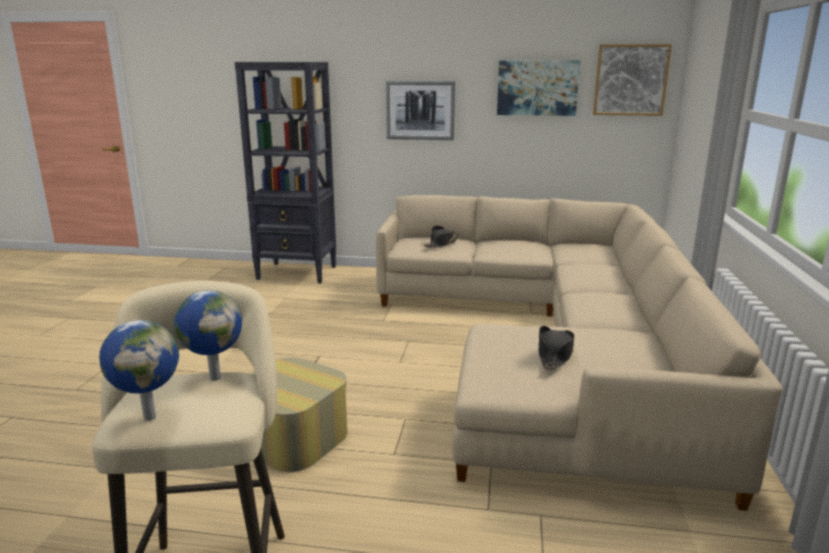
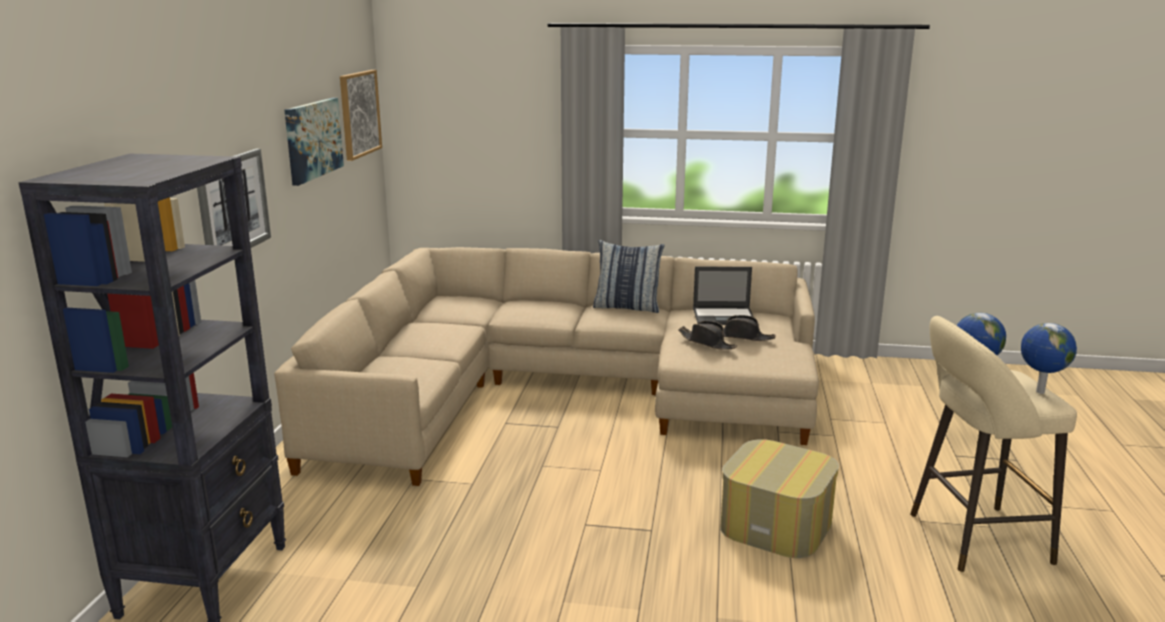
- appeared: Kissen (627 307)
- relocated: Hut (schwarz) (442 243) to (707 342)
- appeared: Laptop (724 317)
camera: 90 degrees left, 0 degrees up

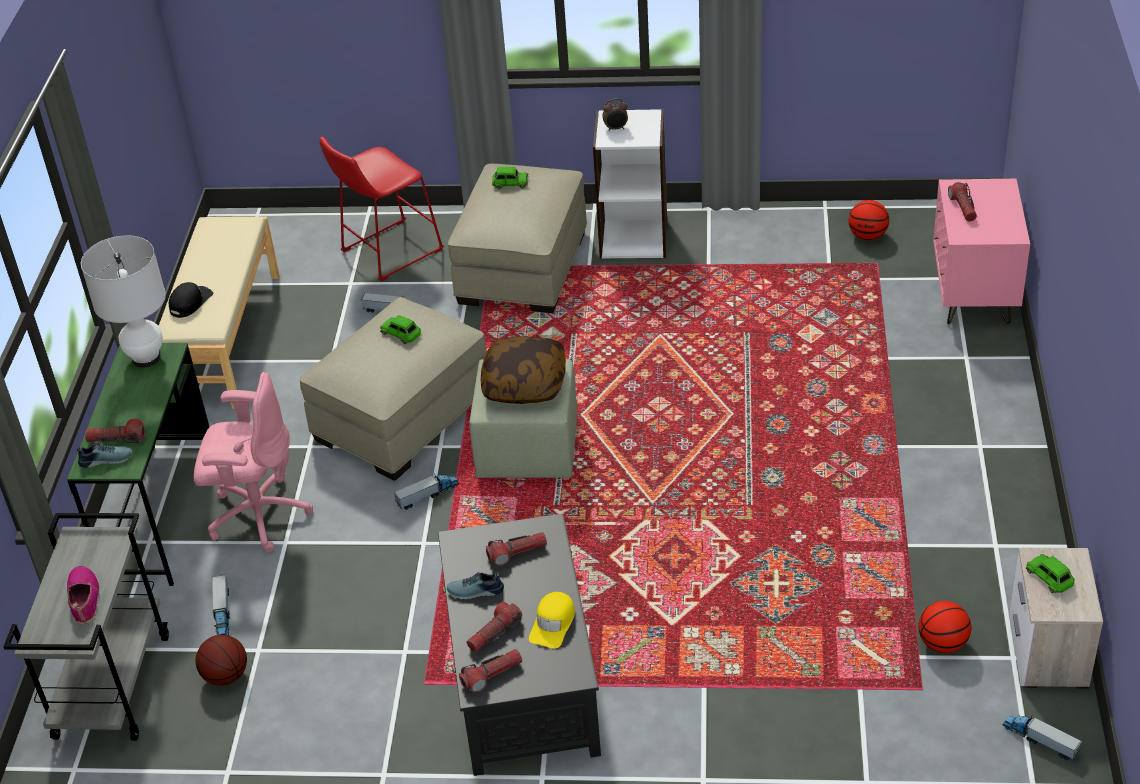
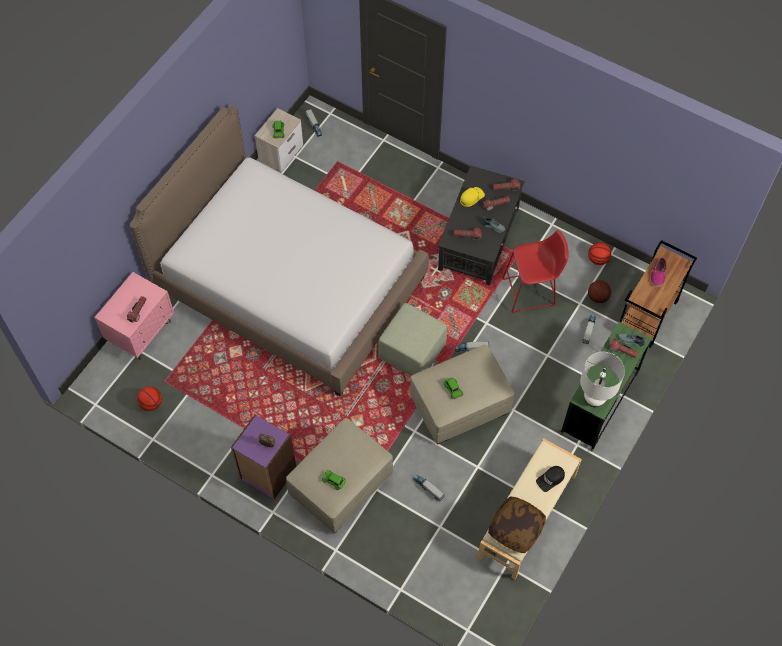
- appeared: Bett (289 284)
- colour: Bücherregal (weiß) (634 238) to Bücherregal (lila) (268 474)
- relocated: Kissen (524 383) to (516 527)
- relocated: Hocker (rot) (387 252) to (531 291)
- relocated: Basketball (942 644) to (598 259)
- colour: Rollwagen (grau) (112 685) to Rollwagen (braun) (647 316)
- missing: Bürostuhl (rosa) (258 515)
camera: 155 degrees left, 20 degrees up

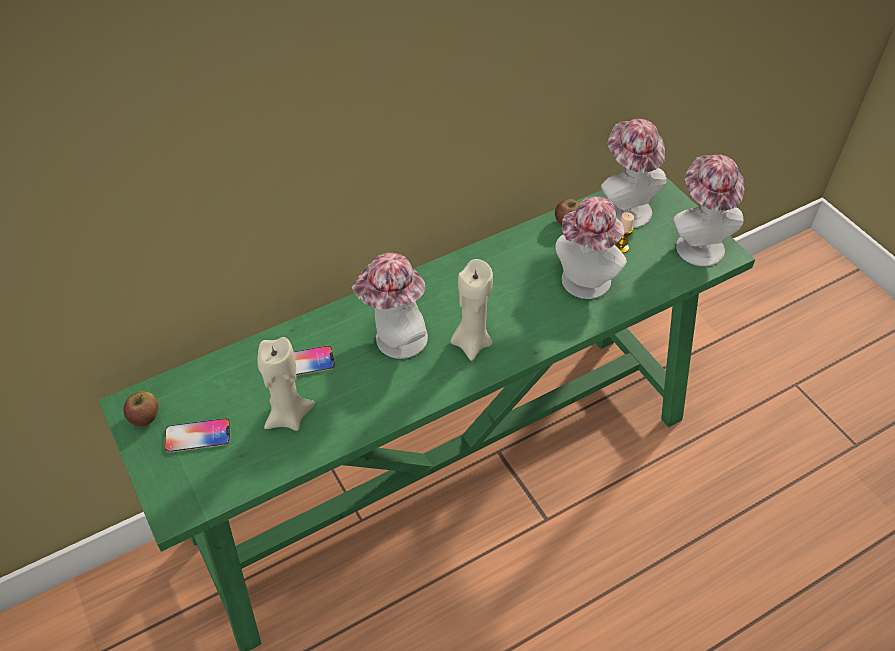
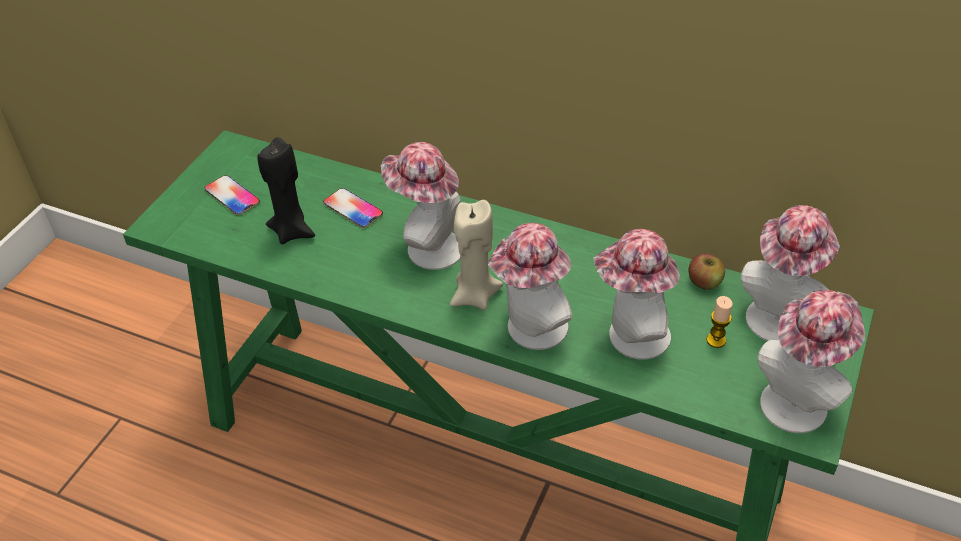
- colour: Kerze (beige) (288 416) to Kerze (schwarz) (292 231)
- appeared: Hut (530 330)
- missing: Apfel (145 417)
camera: 55 degrees right, 5 degrees down

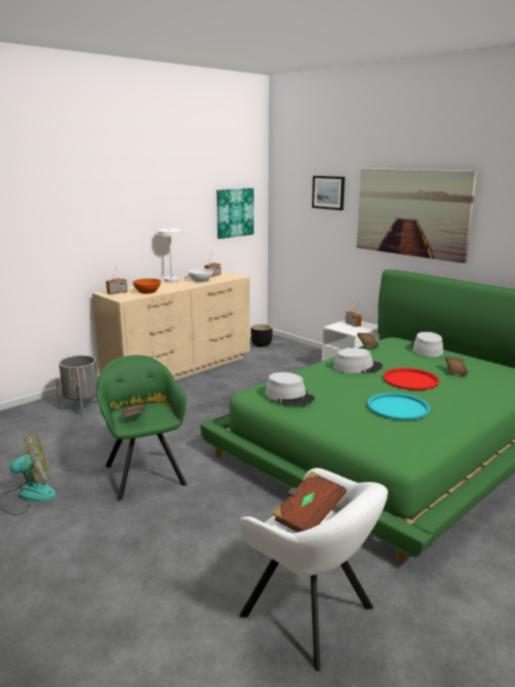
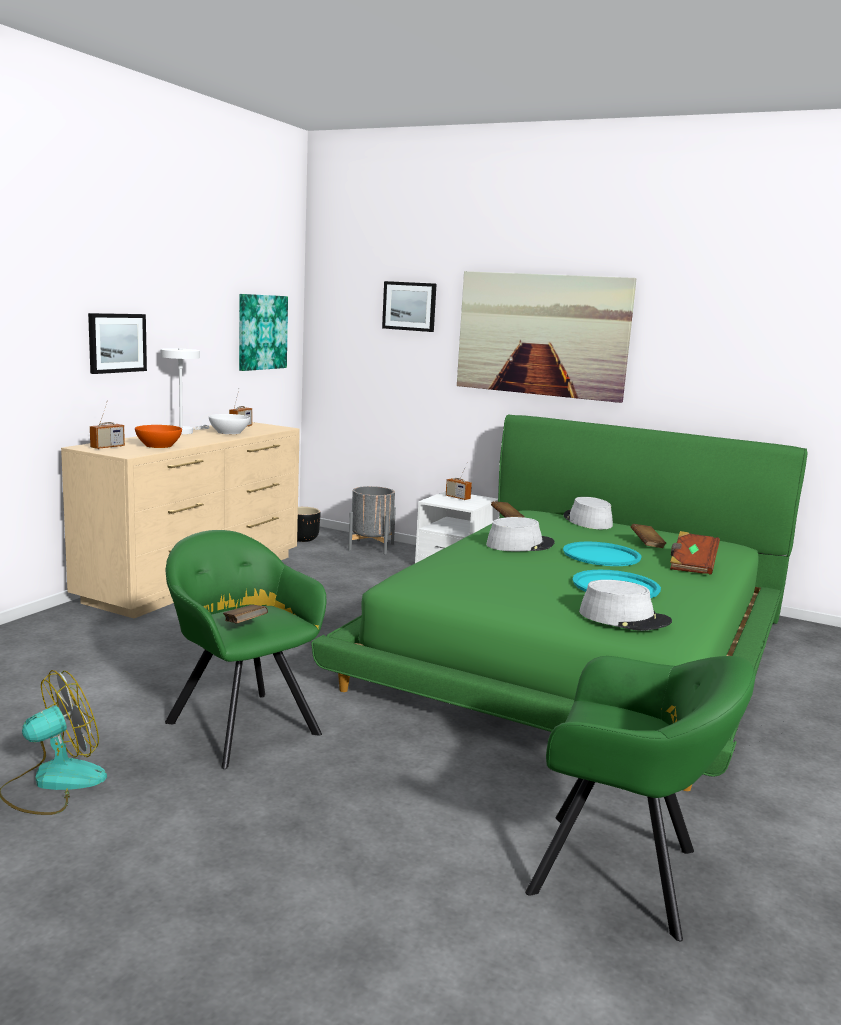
- appeared: Bild (117 343)
- relocated: Pflanzkübel (grau) (82 406) to (371 547)
- colour: Sessel (weiß) (311 616) to Sessel (grün) (624 875)
- colour: Tablett (rot) (410 380) to Tablett (türkis) (601 555)
- relocated: Hut (grau) (289 396) to (624 618)
- relocated: Buch (braun) (308 515) to (691 565)
camera: 20 degrees left, 5 degrees down

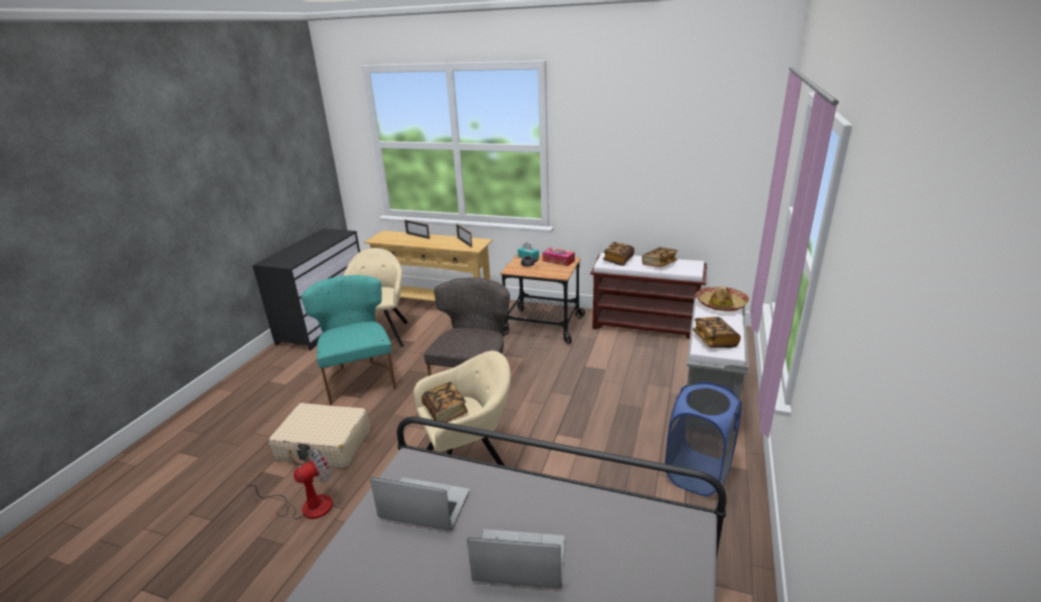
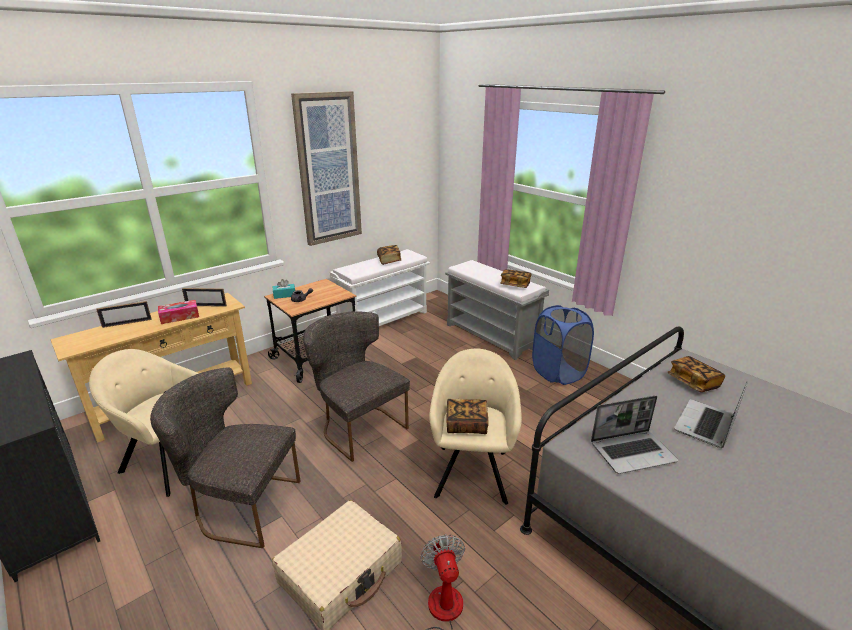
- colour: Stuhl (türkis) (360 378) to Stuhl (grau) (240 506)
- relocated: Taschentuchbox (558 261) to (180 317)
- appeared: Bild (328 170)
- colour: Bank (braun) (645 325) to Bank (weiß) (383 319)
- spun: Laptop (423 506) = (633 452) 150 degrees counterclockwise
- relocated: Buch (618 260) to (693 382)
- missing: Hut (721 304)
camera: 60 degrees left, 0 degrees up

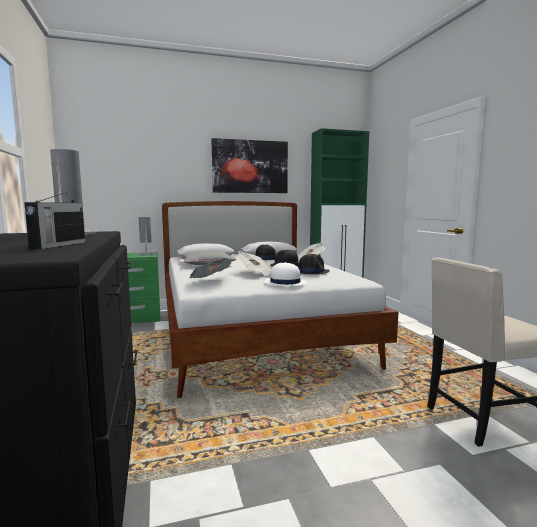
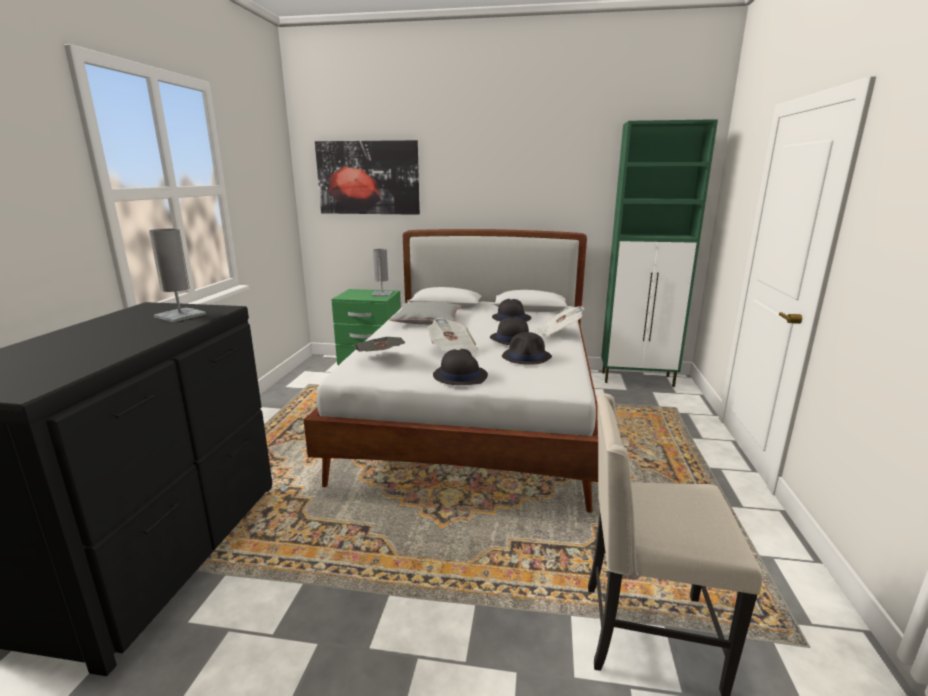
- relocated: Bild (250 166) to (368 178)
- colour: Hut (weiß) (285 283) to Hut (schwarz) (459 376)
- missing: Radio (58 245)
camera: 25 degrees right, 10 degrees up

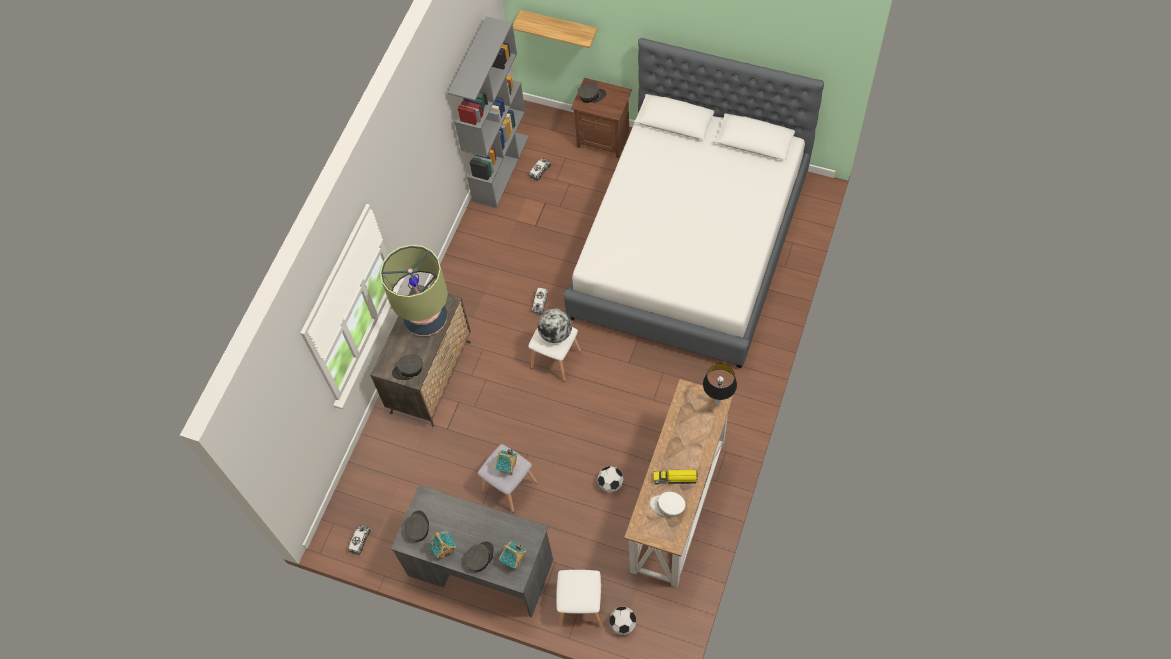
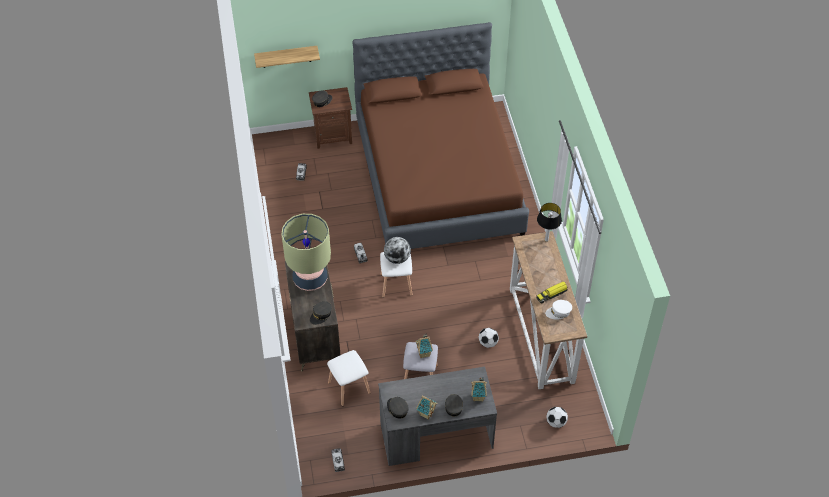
- relocated: Hocker (weiß) (580 604) to (348 387)
- colour: Bett (weiß) (690 245) to Bett (braun) (438 177)
- missing: Bücherregal (grau) (500 168)
camera: 35 degrees left, 10 degrees down

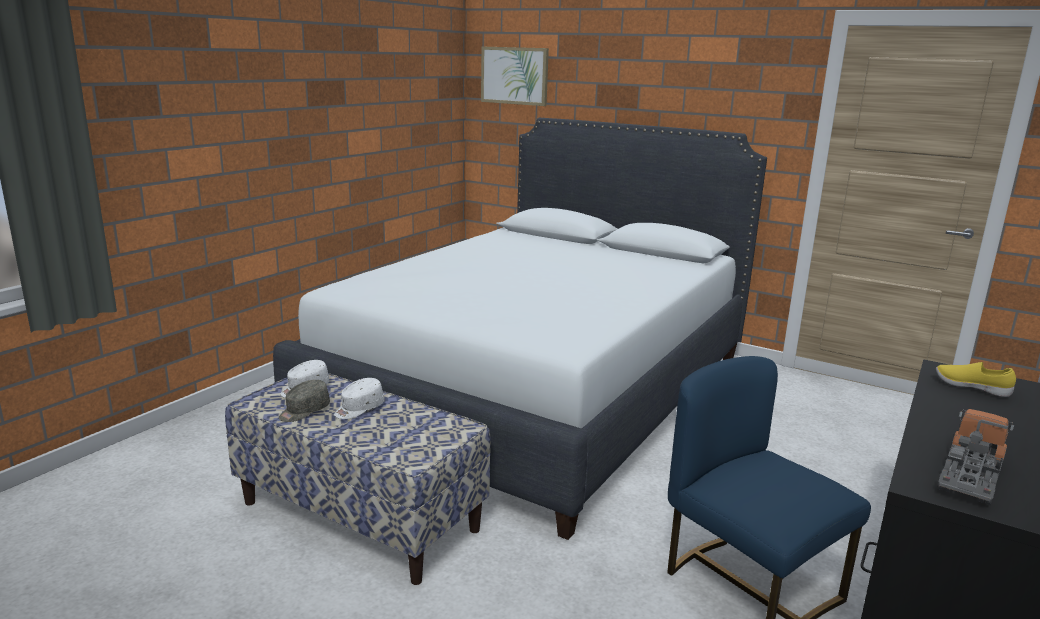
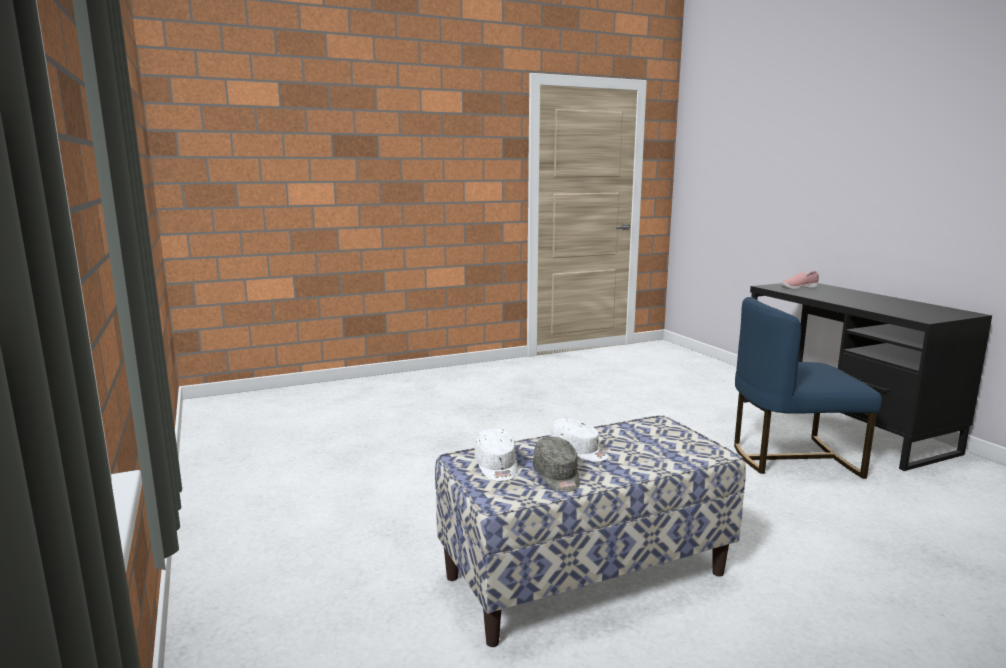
- spun: Kappe (weiß) (358 409) = (579 452) 45 degrees counterclockwise
- colour: Schuh (gelb) (971 388) to Schuh (rosa) (798 289)
- missing: Bett (weiß) (539 390)
- missing: Bild (514 75)
- missing: Spielzeuglaster (970 476)
camera: 55 degrees left, 5 degrees down

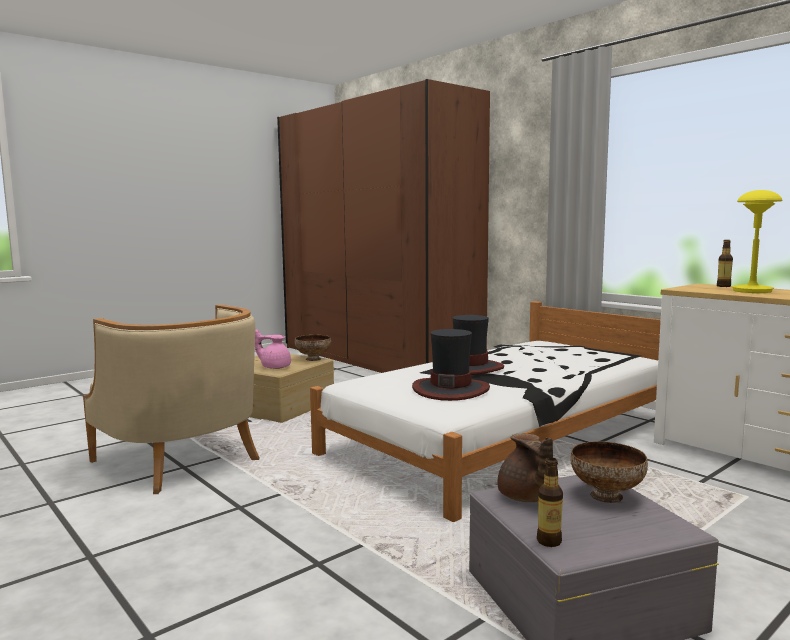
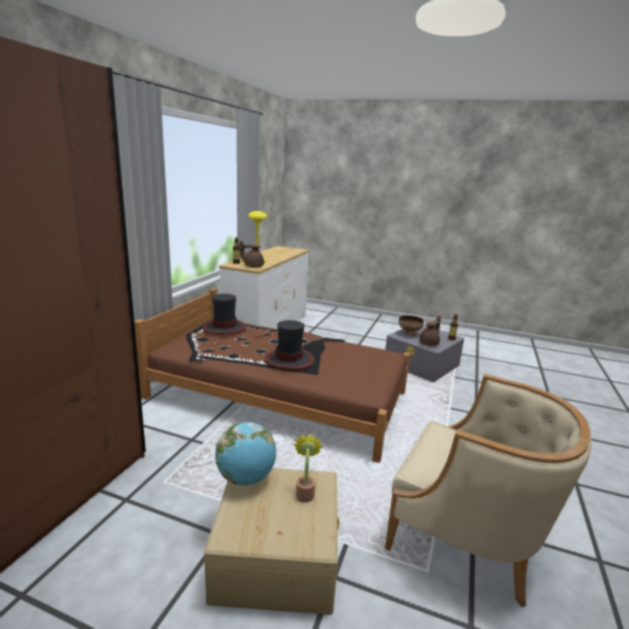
- colour: Bett (weiß) (504 437) to Bett (braun) (278 394)
- relocated: Hut (450 389) to (224 328)
- exchanged: Schüssel (313 359) to Globus (246 478)
- appeared: Teekanne (braun) (252 266)
- exchanged: Teekanne (rosa) (275 367) to Topfpflanze (305 492)
- spun: Sessel (beige) (181 460) = (468 534) 105 degrees clockwise
camera: 120 degrees left, 10 degrees up

